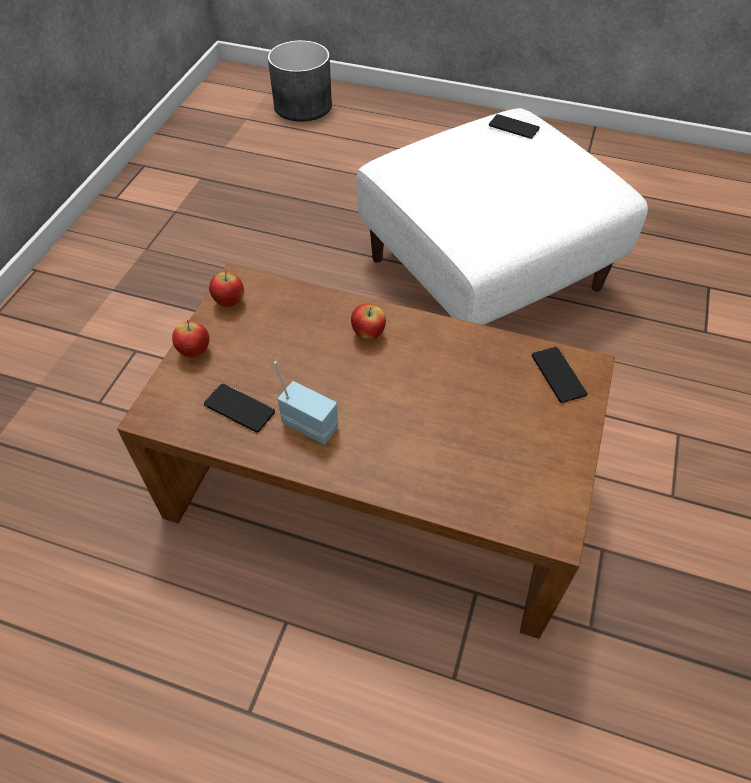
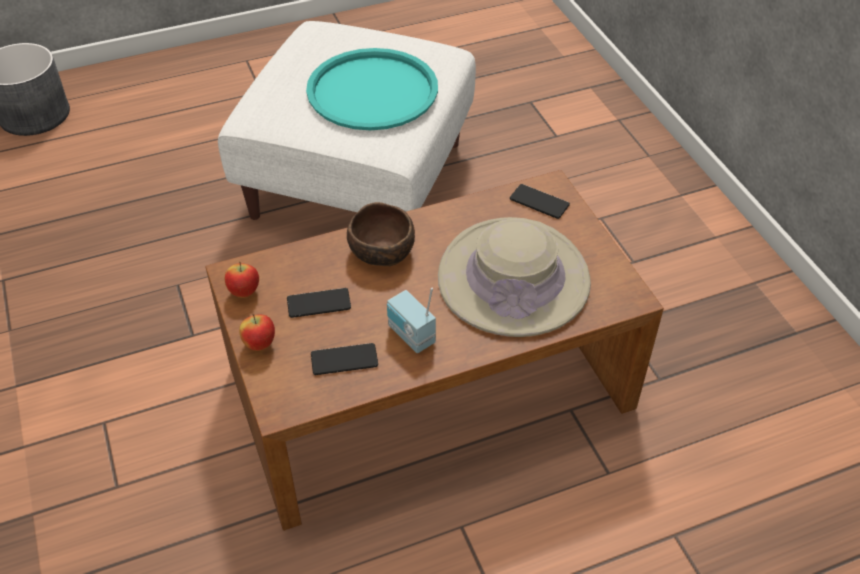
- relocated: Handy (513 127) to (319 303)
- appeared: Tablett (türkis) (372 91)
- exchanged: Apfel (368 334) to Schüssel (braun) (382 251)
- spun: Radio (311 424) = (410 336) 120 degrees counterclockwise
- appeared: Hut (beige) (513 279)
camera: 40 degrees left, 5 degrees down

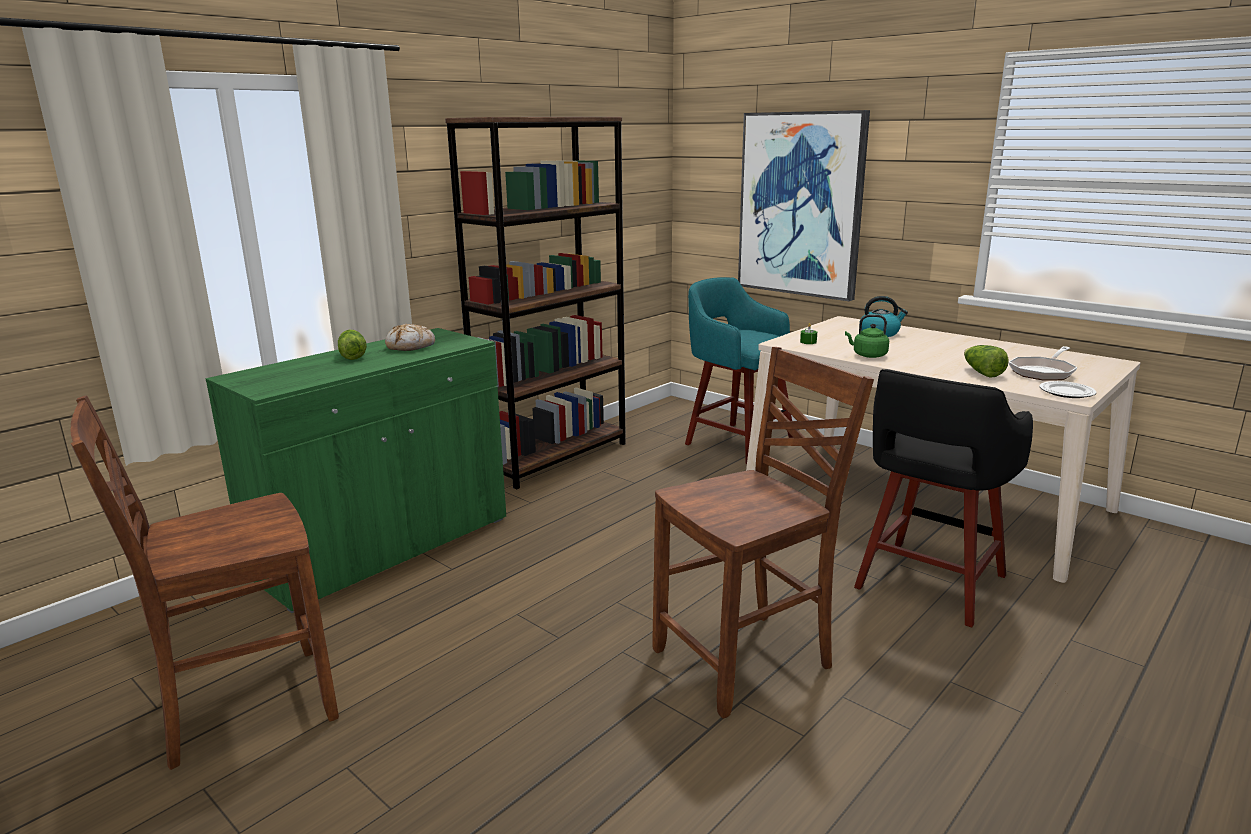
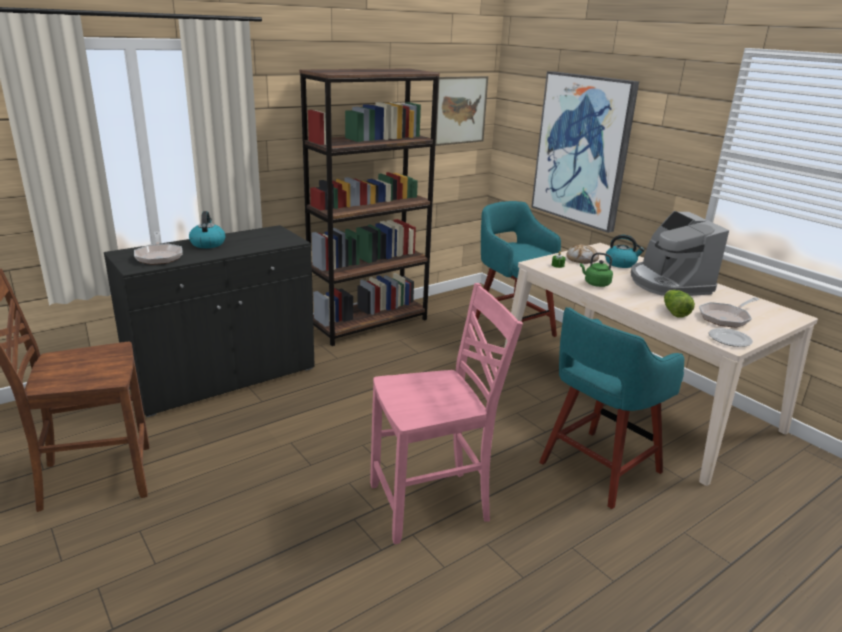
- colour: Schrank (grün) (384 547) to Schrank (schwarz) (224 378)
- appeared: Pfanne (159 256)
- exchanged: Salatkopf (353 355) to Wasserkessel (207 243)
- colour: Stuhl (braun) (747 660) to Stuhl (rosa) (432 504)
- appeared: Bild (460 110)
- colour: Hocker (schwarz) (928 584) to Hocker (türkis) (597 469)
- relocated: Brot (411 346) to (582 259)
- appeared: Kaffeemaschine (668 283)
camera: 10 degrees right, 5 degrees up

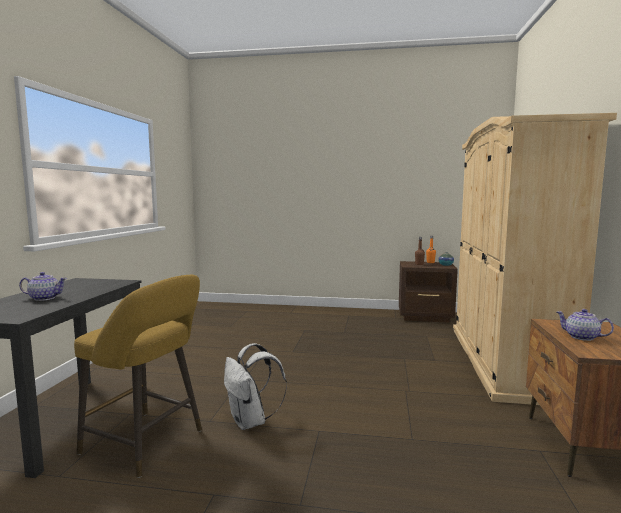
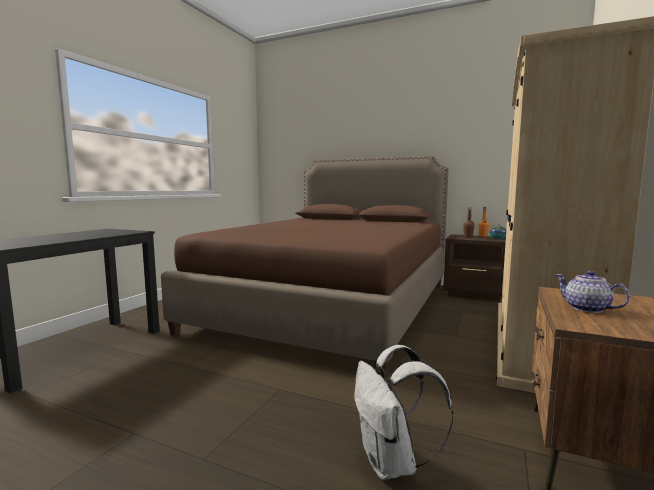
- appeared: Bett (braun) (331 305)
- relocated: Rucksack (weiß) (251 421) to (392 463)
- missing: Teekanne (44 298)
- missing: Hocker (gelb) (147 443)
camera: 15 degrees right, 0 degrees up

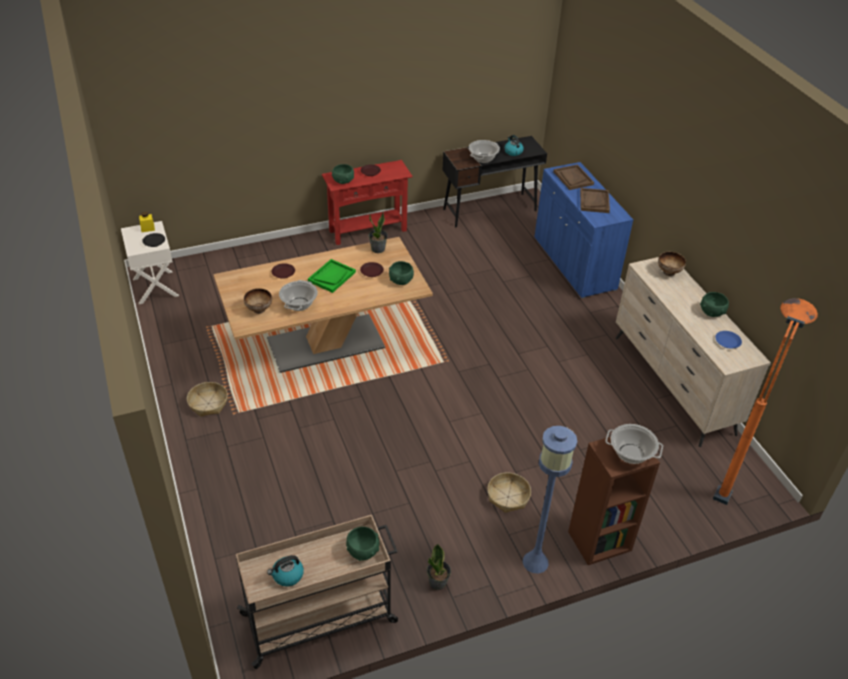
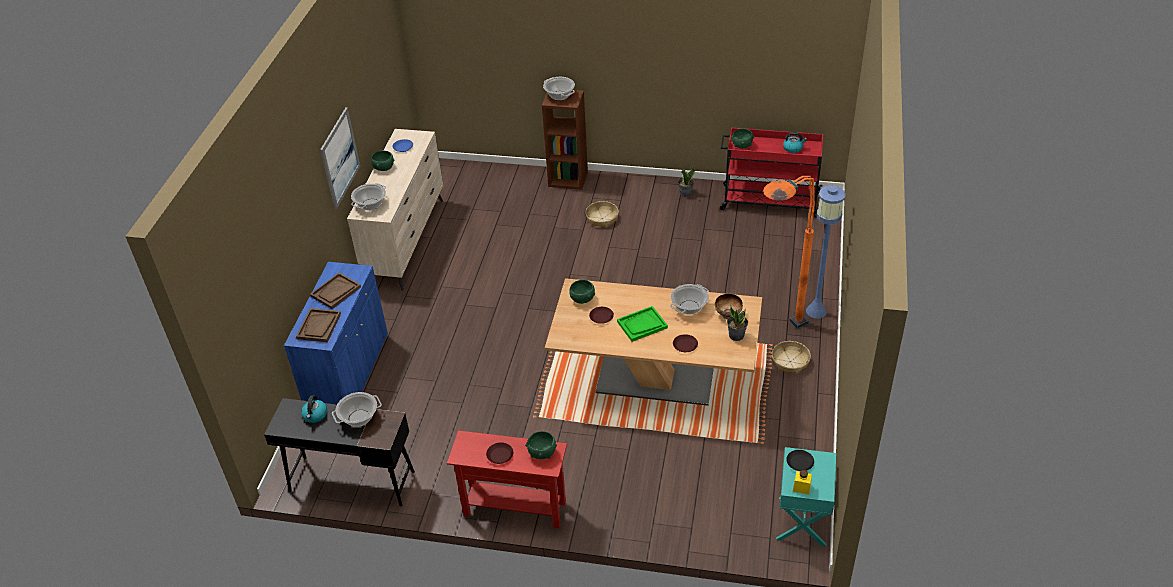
- appeared: Bild (340 158)
- exchanged: Schüssel (668 272) to Kochtopf (370 205)
- colour: Rollwagen (beige) (320 618) to Rollwagen (rot) (768 201)
- relocated: Topfpflanze (378 249) to (736 335)
- relocated: Stehlampe (orange) (732 474) to (775 332)
- colour: Nachttisch (weiß) (155 287) to Nachttisch (türkis) (803 521)
- relocated: Stehlampe (blau) (535 562) to (816 311)
camera: 145 degrees left, 0 degrees up

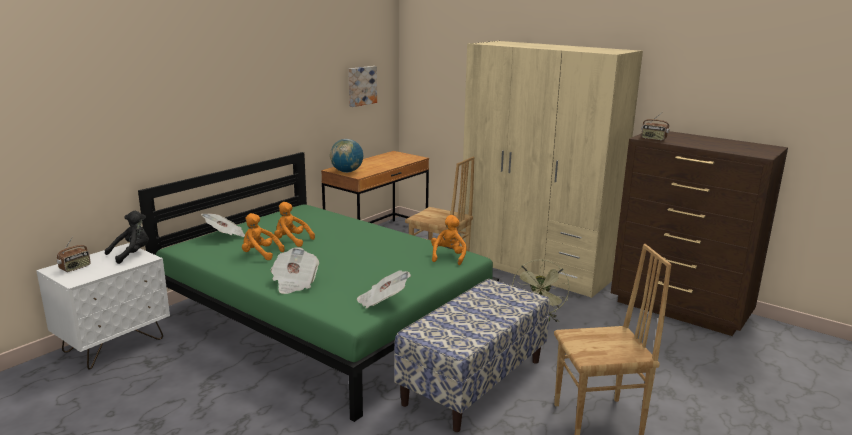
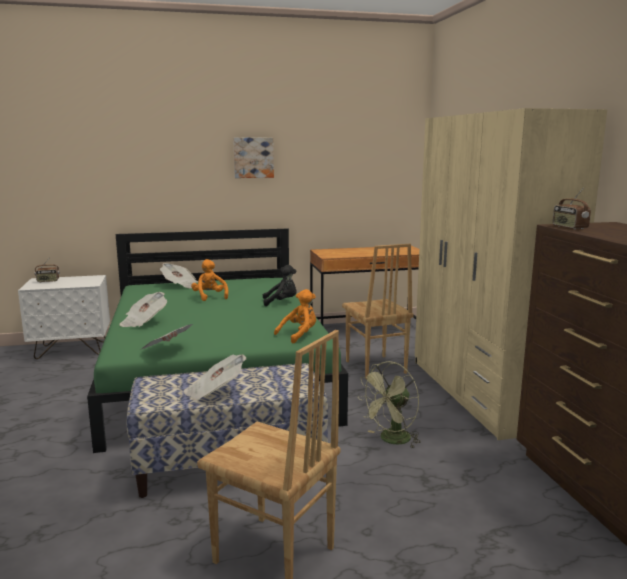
- appeared: Zeitung (215 392)
- relocated: Bild (361 85) to (253 157)
- relocated: Plüschtier (schwarz) (132 254) to (281 302)
- missing: Plüschtier (orange) (260 254)
- missing: Globus (347 172)
camera: 40 degrees right, 5 degrees down

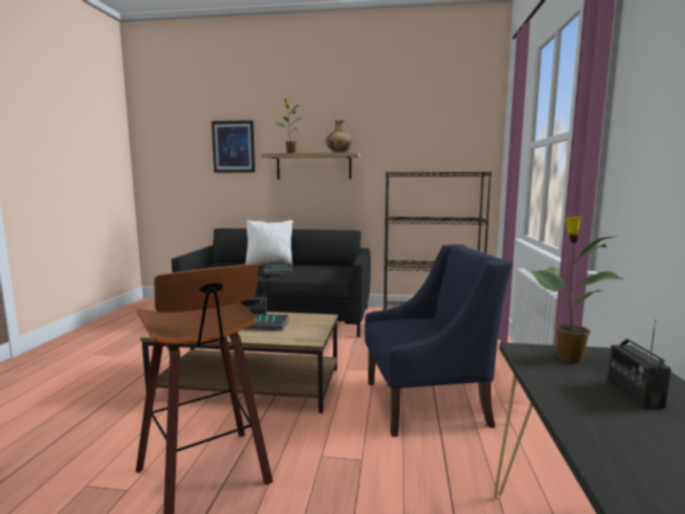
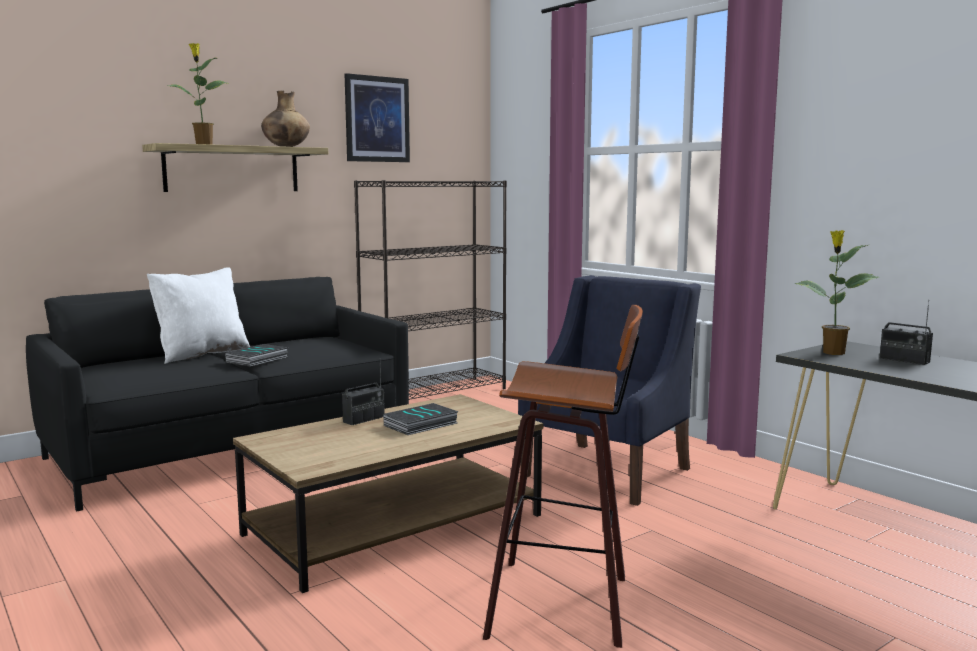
- relocated: Bild (233 147) to (377 119)
camera: 45 degrees left, 0 degrees up

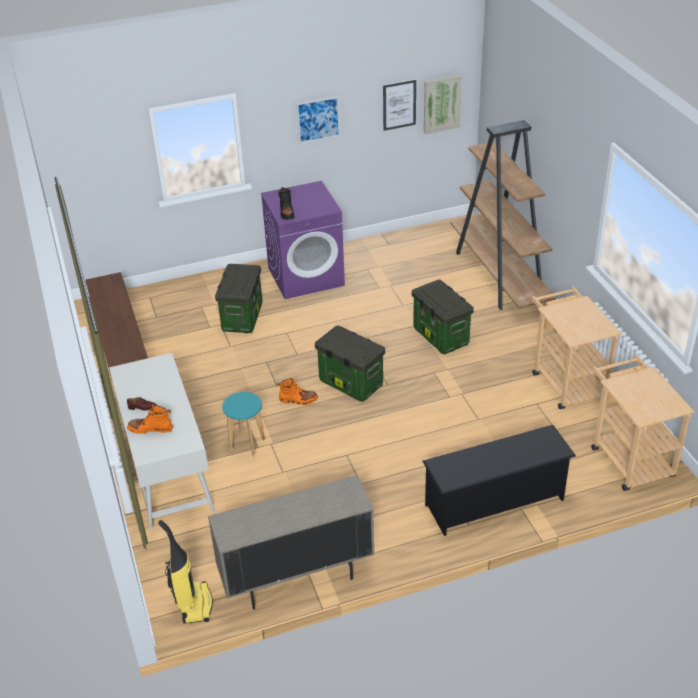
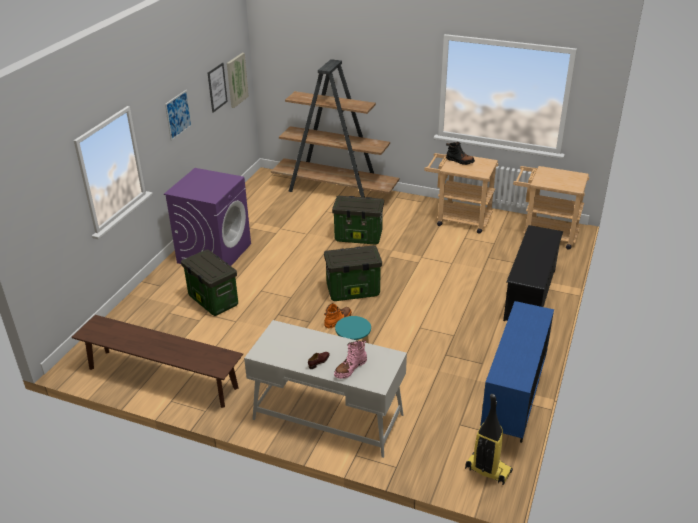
- colour: Stiefel (orange) (150 429) to Stiefel (rosa) (350 368)
- relocated: Stiefel (schwarz) (286 212) to (459 161)
- colour: Schrank (beige) (296 578) to Schrank (blau) (512 407)
camera: 50 degrees left, 5 degrees down

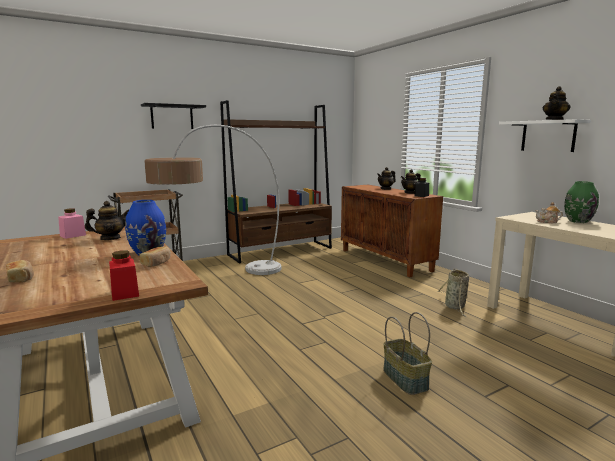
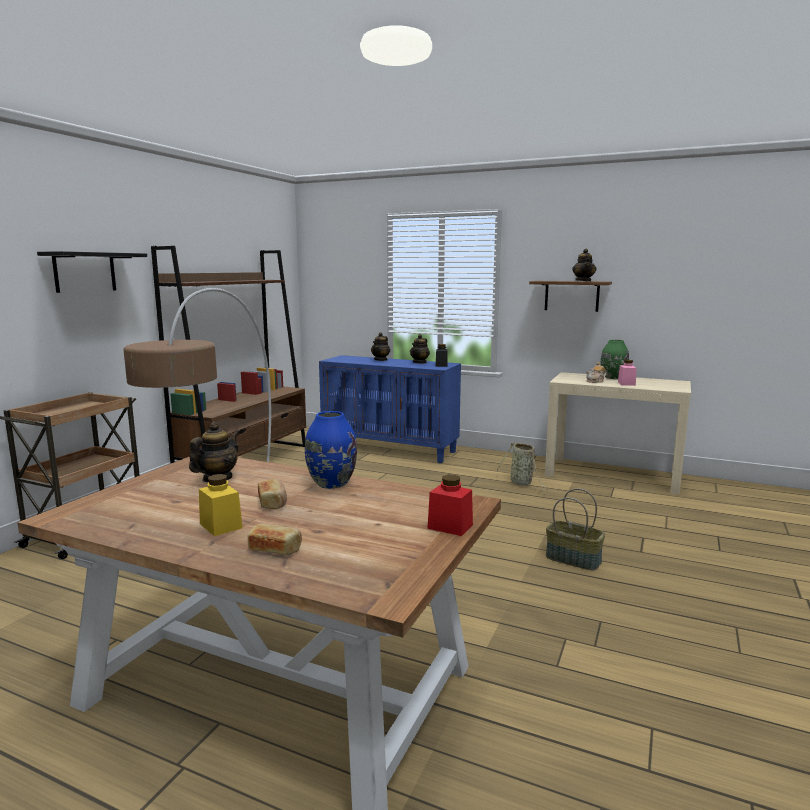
- appeared: Vorratsglas (gelb) (221 526)
- relocated: Brot (157 263) to (273 502)
- colour: Schrank (braun) (385 260) to Schrank (blau) (390 449)
- colour: Wandregal (weiß) (548 136) to Wandregal (braun) (571 296)
- relocated: Vorratsglas (rosa) (73 235) to (626 383)
camera: 35 degrees left, 0 degrees up

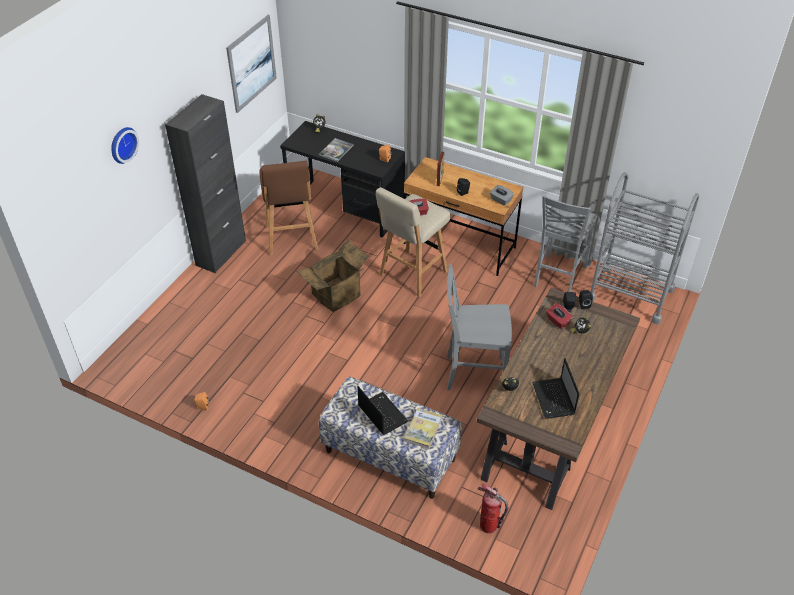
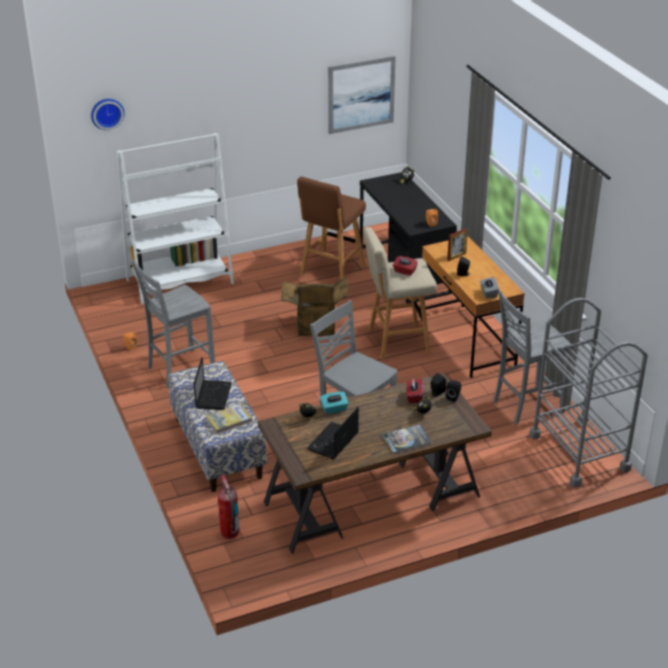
- relocated: Wanduhr (122 144) to (107 113)
- appeared: Bücherregal (weiß) (180 282)
- appeared: Stuhl (grau) (179 368)
- appeared: Taschentuchbox (türkis) (334 409)
- relocated: Buch (336 150) to (406 439)
- missing: Schrank (schwarz) (221 253)
camera: 40 degrees right, 10 degrees down

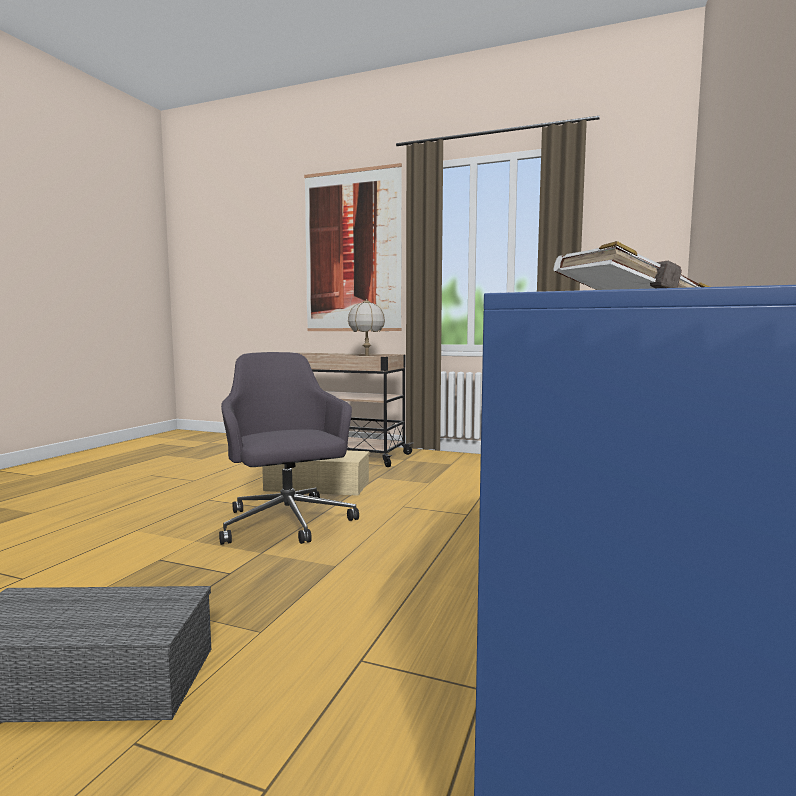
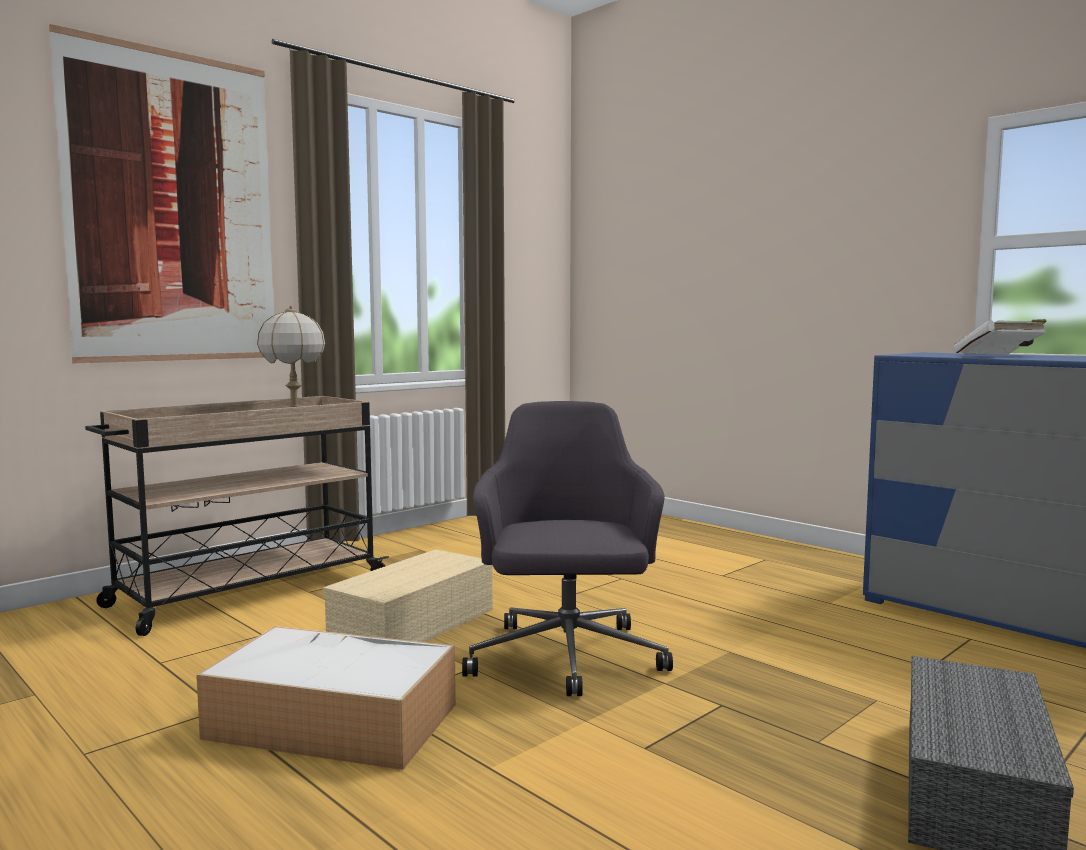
- appeared: Aufbewahrungsbox (329 721)
- spun: Bürostuhl (grau) (287 523) = (566 659) 90 degrees clockwise
camera: 65 degrees left, 0 degrees up

